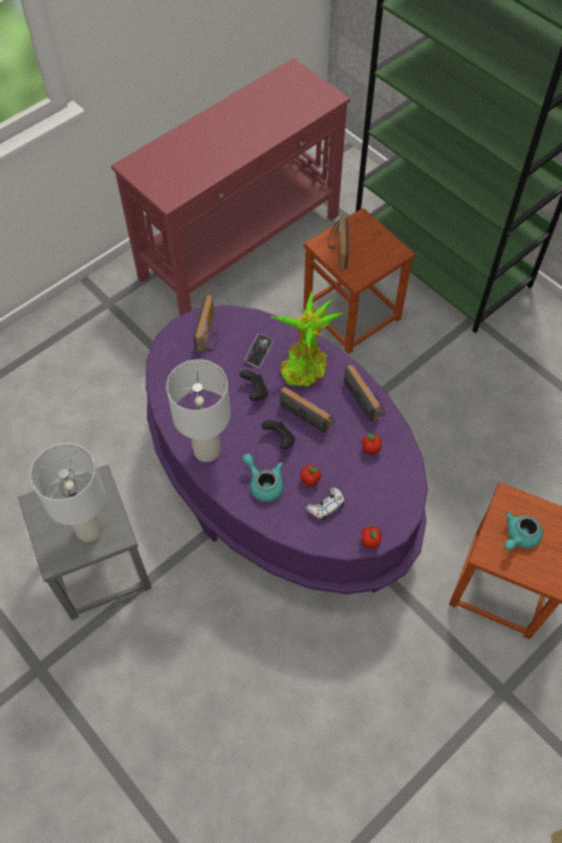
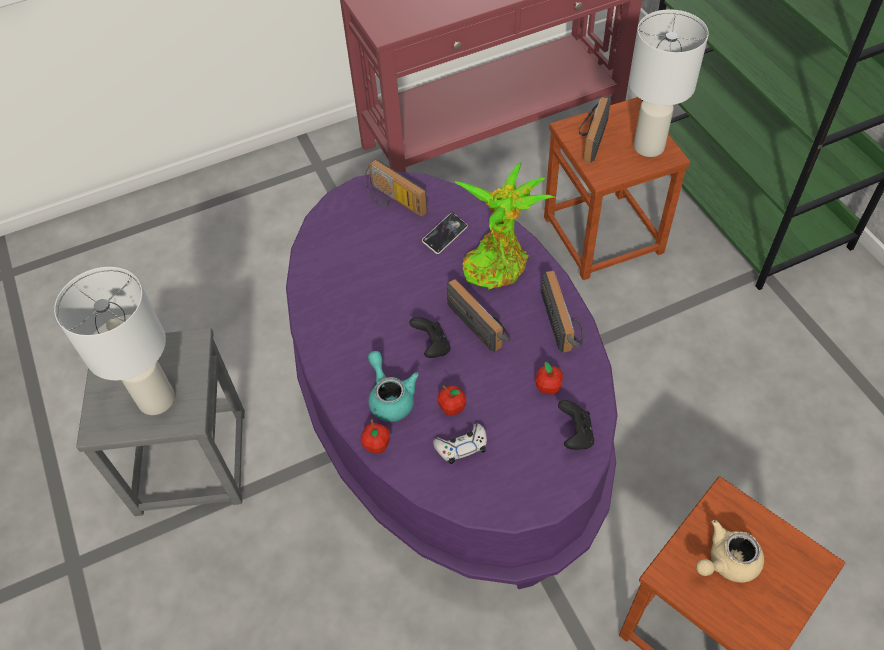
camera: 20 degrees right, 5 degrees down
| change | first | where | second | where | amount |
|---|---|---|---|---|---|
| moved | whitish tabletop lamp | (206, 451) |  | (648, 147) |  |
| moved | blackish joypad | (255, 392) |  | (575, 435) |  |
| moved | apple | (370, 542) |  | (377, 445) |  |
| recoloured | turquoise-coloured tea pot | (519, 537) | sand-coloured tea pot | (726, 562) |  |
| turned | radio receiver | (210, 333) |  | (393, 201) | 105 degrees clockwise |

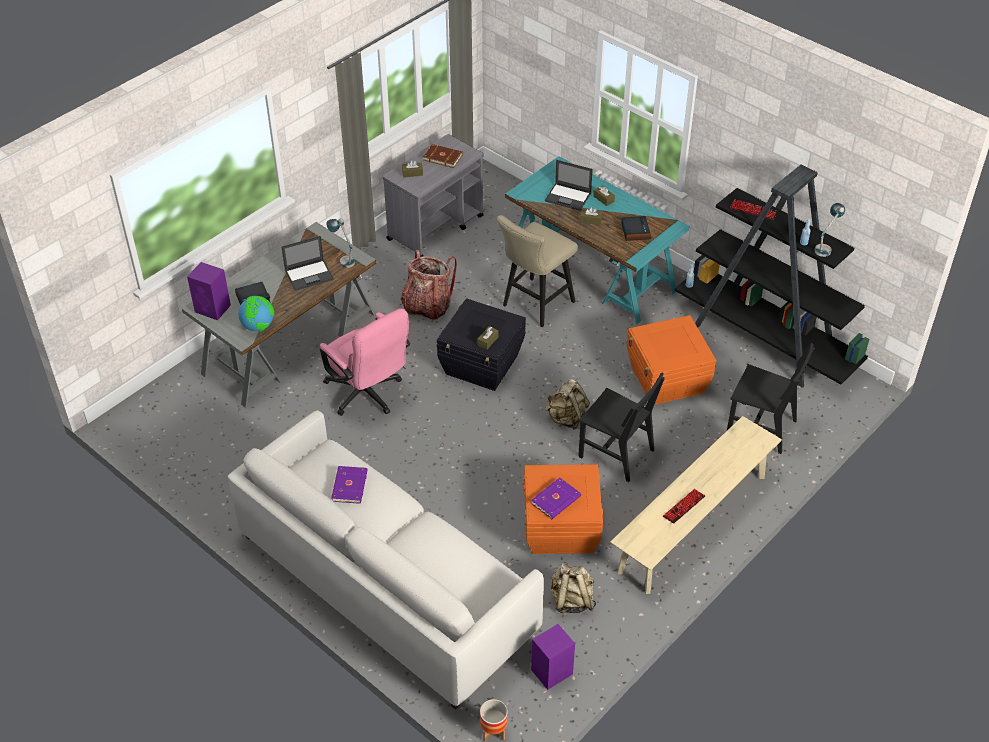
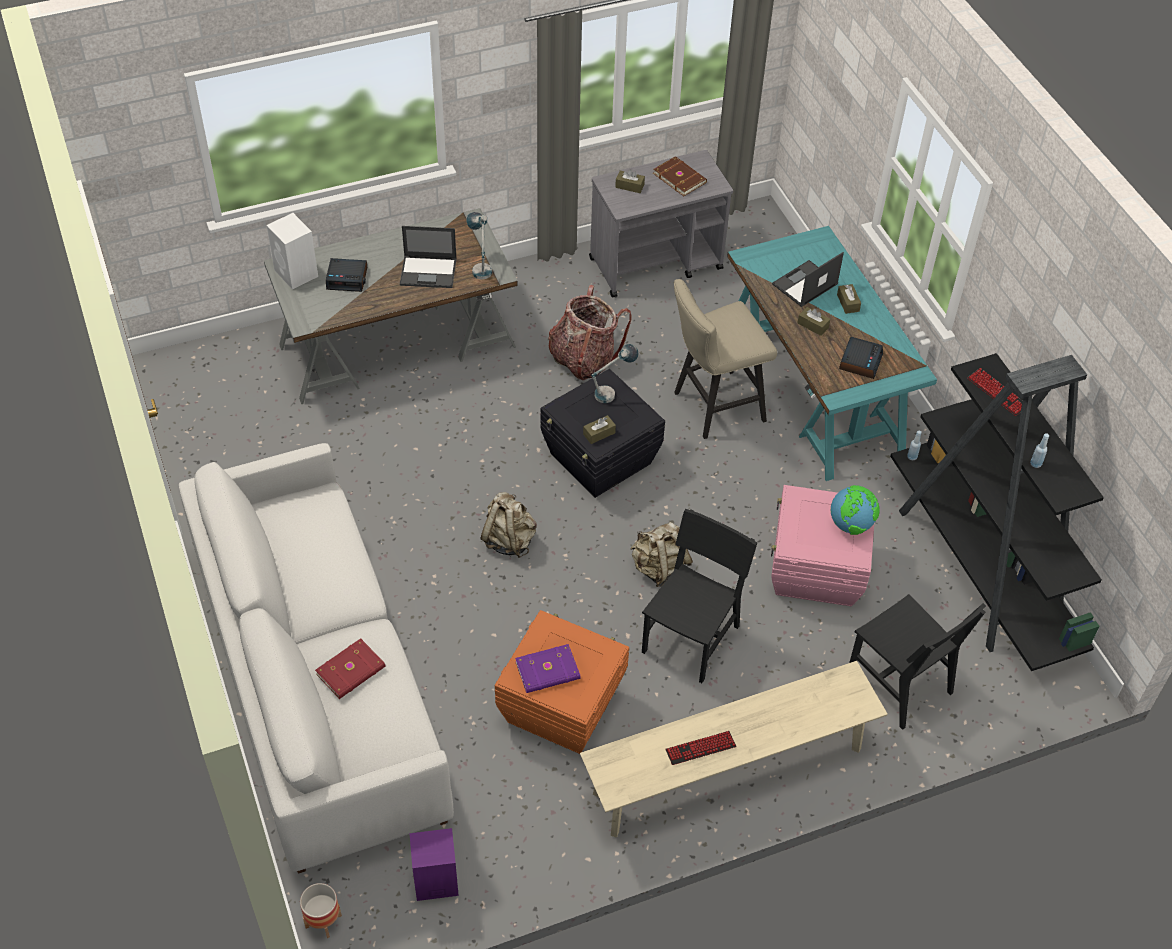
camera: 25 degrees right, 5 degrees up
| change | first | where | second | where | amount |
|---|---|---|---|---|---|
| removed | pink computer chair | (368, 395) |  |  |  |
| removed | purple book | (350, 486) |  |  |  |
| added |  |  | red book | (351, 671) |  |
| moved | world globe | (258, 326) |  | (851, 525) |  |
| moved | sand-coloured backpack | (571, 600) |  | (509, 540) |  |
| moved | tabletop lamp | (825, 247) |  | (612, 392) |  |
| recoloured | purple audio speaker | (213, 309) | whitish audio speaker | (296, 274) |  |
| recoloured | orange-coloured storage box | (666, 381) | pink storage box | (815, 570) |  |
| turned | laptop | (568, 197) |  | (804, 284) | 90 degrees clockwise |
| turned | blackish plain chair | (616, 453) |  | (691, 639) | 120 degrees counterclockwise |

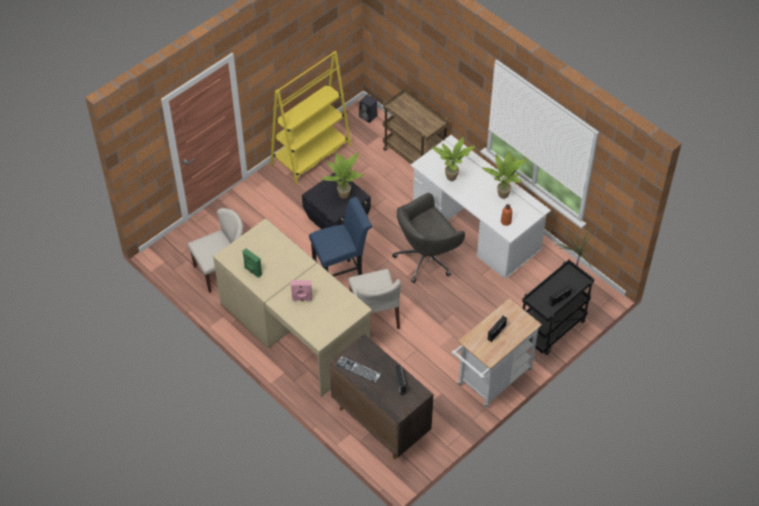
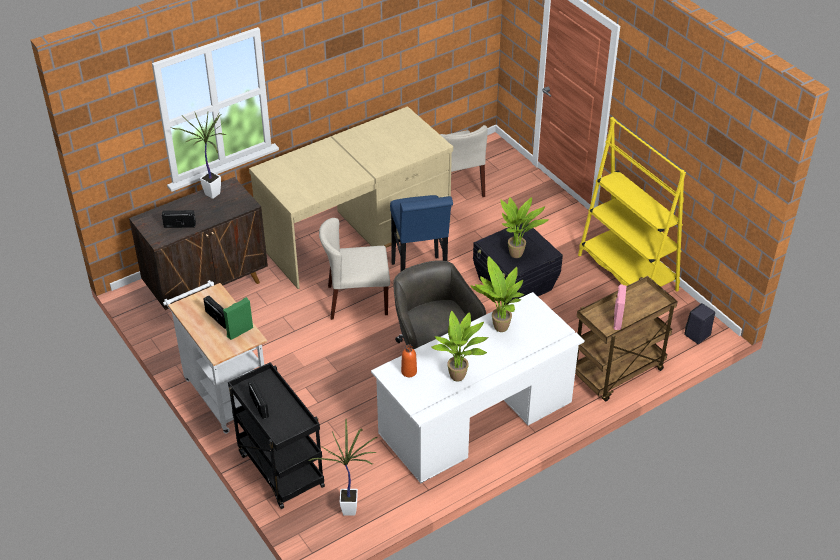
camera: 100 degrees right, 10 degrees down
| change | first | where | second | where | amount |
|---|---|---|---|---|---|
| moved | green-coloured audio speaker | (252, 271) |  | (239, 331) |  |
| moved | pink audio speaker | (302, 299) |  | (617, 320) |  |
| replaced | computer keyboard | (358, 369) | potted plant | (213, 196) |  |

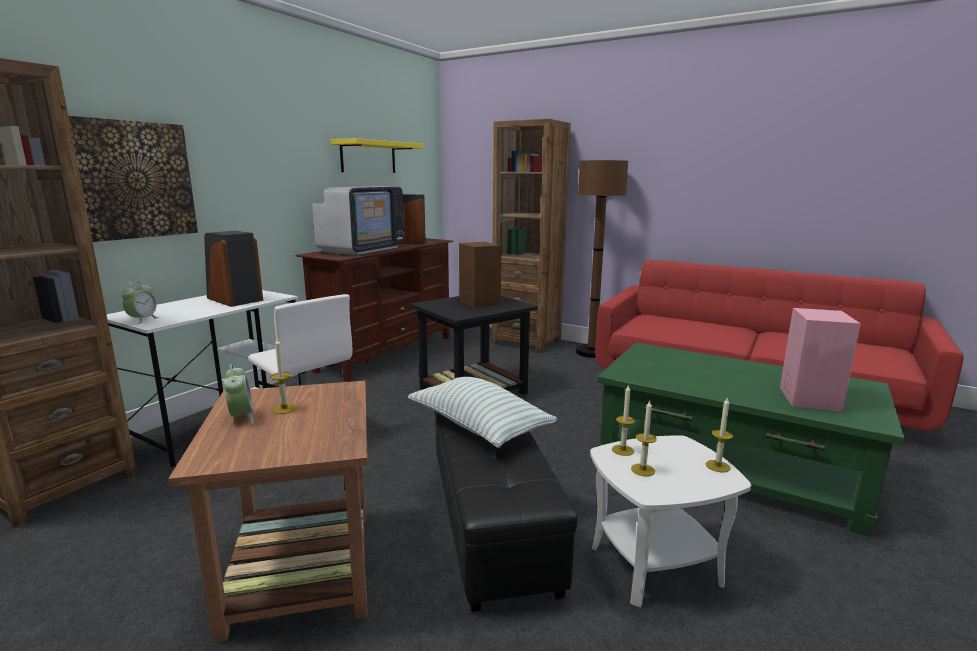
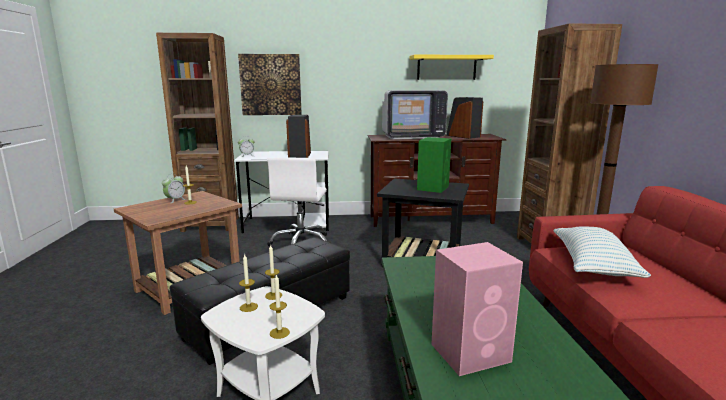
camera: 55 degrees right, 0 degrees up
| change | first | where | second | where | amount |
|---|---|---|---|---|---|
| moved | cushion | (479, 426) |  | (593, 265) |  |
| recoloured | brown-coloured audio speaker | (479, 302) | green-coloured audio speaker | (433, 188) |  |

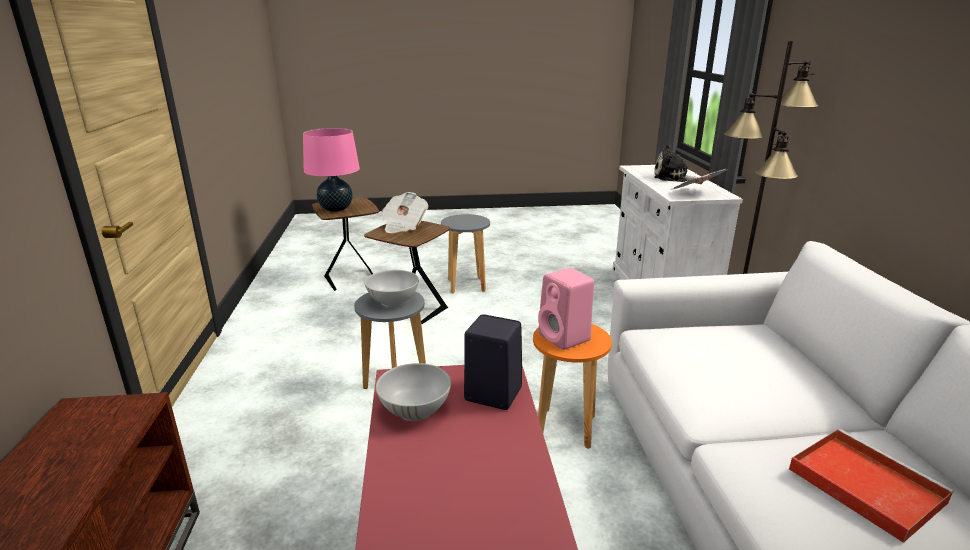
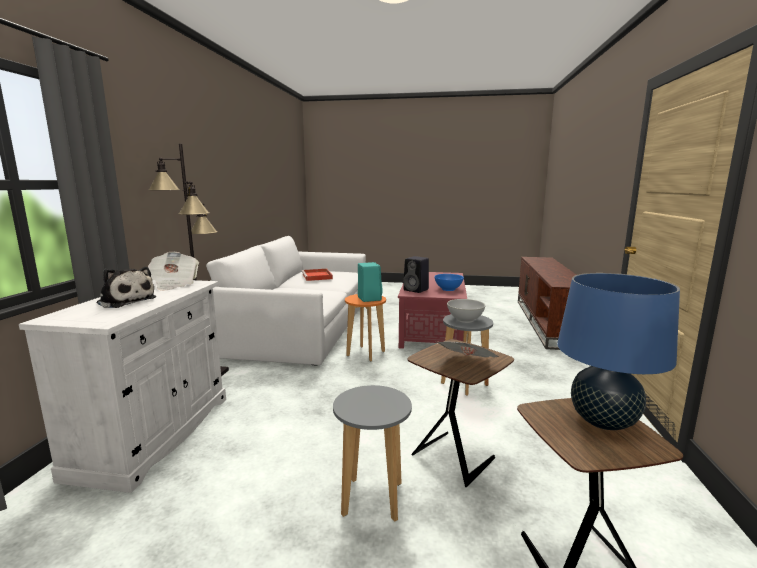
camera: 165 degrees left, 10 degrees down
| change | first | where | second | where | amount |
|---|---|---|---|---|---|
| recoloured | pink tabletop lamp | (336, 209) | blue tabletop lamp | (603, 421) |  |
| recoloured | whitish serving bowl | (415, 410) | blue serving bowl | (448, 289) |  |
| recoloured | pink audio speaker | (565, 338) | turquoise-coloured audio speaker | (369, 298) |  |

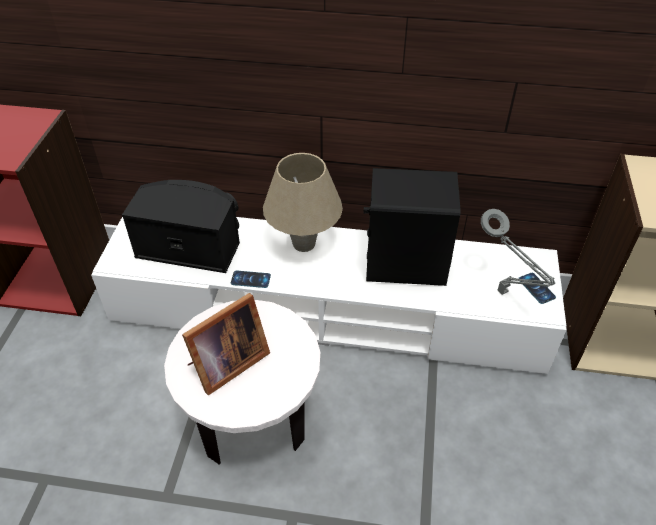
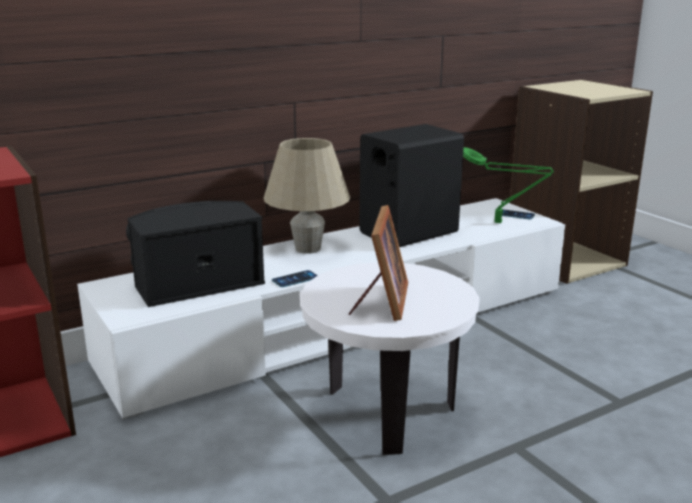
camera: 40 degrees left, 25 degrees down
| change | first | where | second | where | amount |
|---|---|---|---|---|---|
| recoloured | greyish tabletop lamp | (504, 294) | green-coloured tabletop lamp | (501, 223) |  |

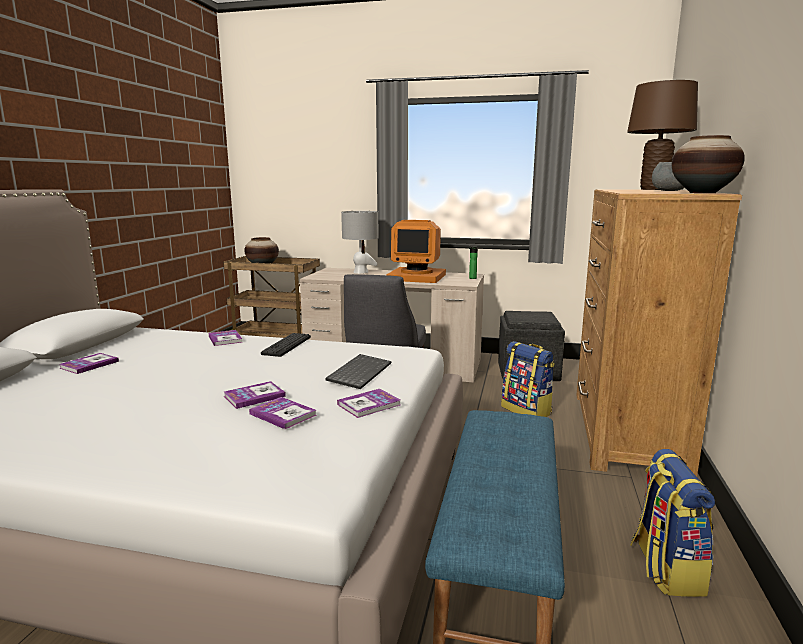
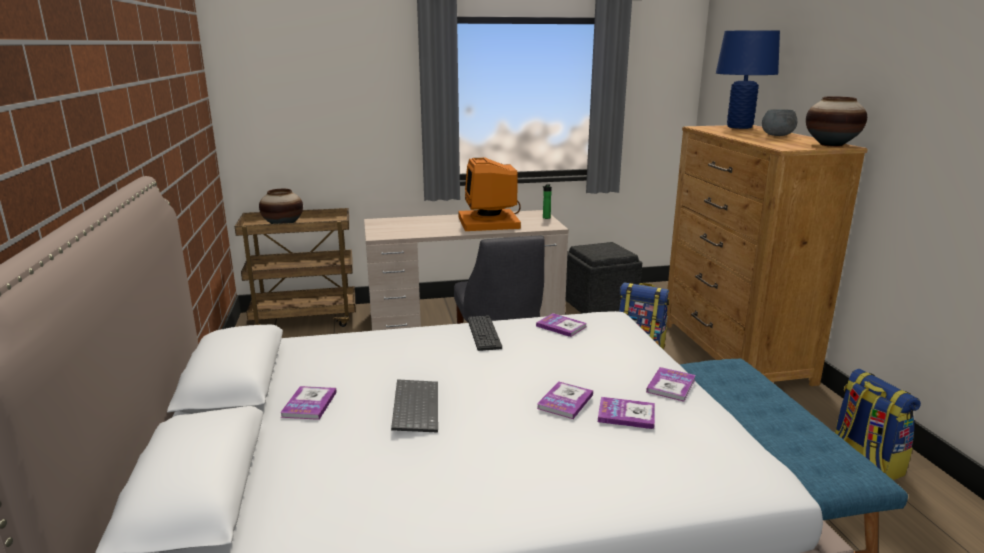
camera: 25 degrees left, 5 degrees up
| change | first | where | second | where | amount |
|---|---|---|---|---|---|
| removed | greyish tabletop lamp | (361, 272) |  |  |  |
| moved | book | (225, 339) |  | (561, 326) |  |
| moved | computer keyboard | (359, 372) |  | (414, 407) |  |
| recoloured | brown-coloured tabletop lamp | (654, 189) | blue tabletop lamp | (739, 127) |  |
| turned | computer screen | (417, 277) |  | (490, 222) | 90 degrees clockwise |

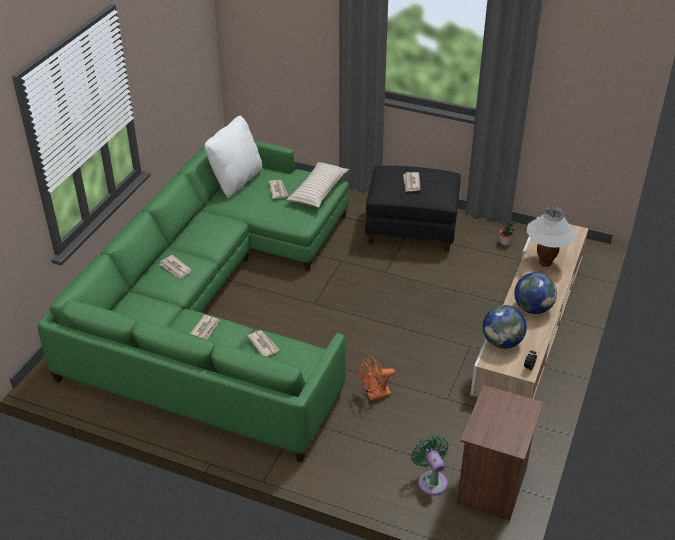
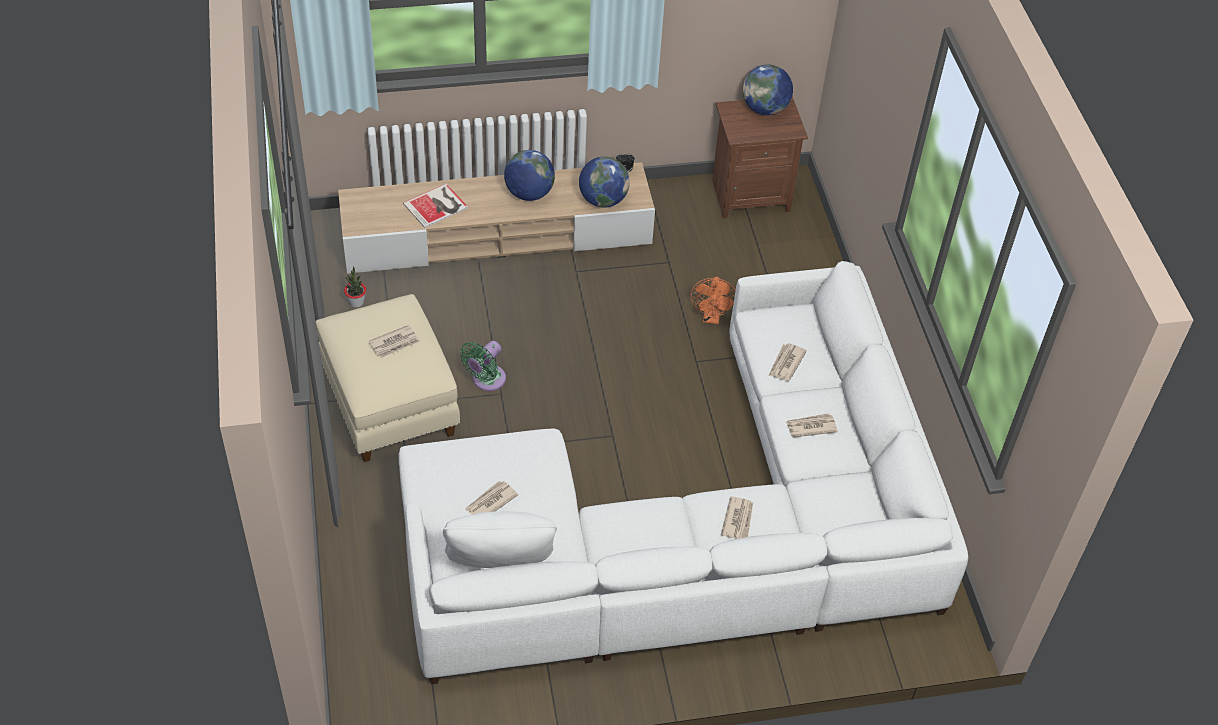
camera: 125 degrees left, 10 degrees up
| change | first | where | second | where | amount |
|---|---|---|---|---|---|
| removed | sand-coloured cushion | (318, 191) |  |  |  |
| added |  |  | world globe | (765, 109) |  |
| moved | green-coloured electric fan | (431, 480) |  | (486, 380) |  |
| replaced | whitish tabletop lamp | (545, 263) | book | (437, 206) |  |
| recoloured | green-coloured settee | (217, 305) | whitish settee | (692, 530) |  |
| recoloured | blackish footrest | (412, 229) | sand-coloured footrest | (388, 404) |  |
| turned | orange-coloured electric fan | (374, 395) |  | (711, 317) | 60 degrees clockwise |

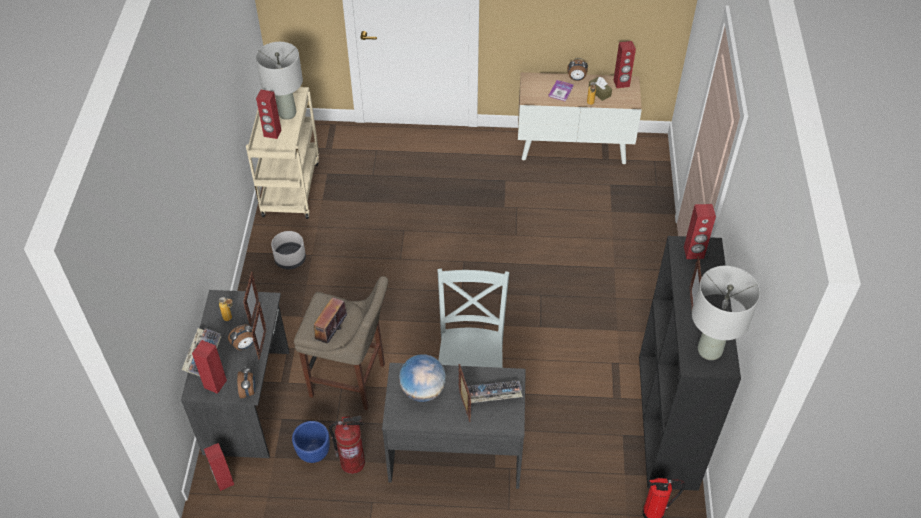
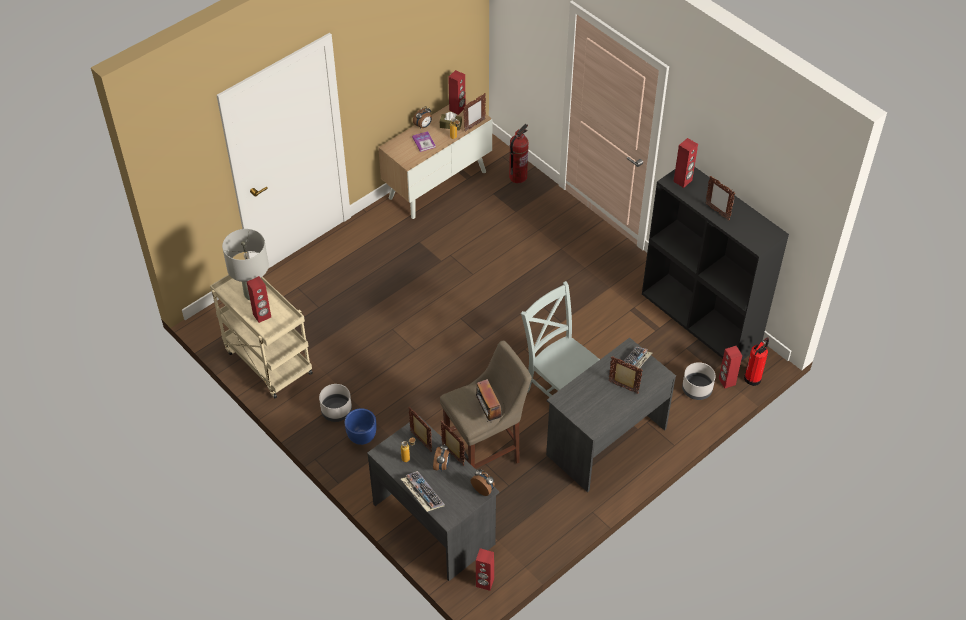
camera: 45 degrees left, 0 degrees up
| change | first | where | second | where | amount |
|---|---|---|---|---|---|
| removed | world globe | (423, 390) |  |  |  |
| removed | greyish tabletop lamp | (710, 351) |  |  |  |
| added |  |  | picture frame | (474, 125) |  |
| added |  |  | greyish flower pot | (697, 389) |  |
| moved | red audio speaker | (215, 384) |  | (726, 381) |  |
| moved | blue flower pot | (313, 453) |  | (361, 437) |  |
| moved | fire-fighting cylinder | (352, 463) |  | (518, 177) |  |

